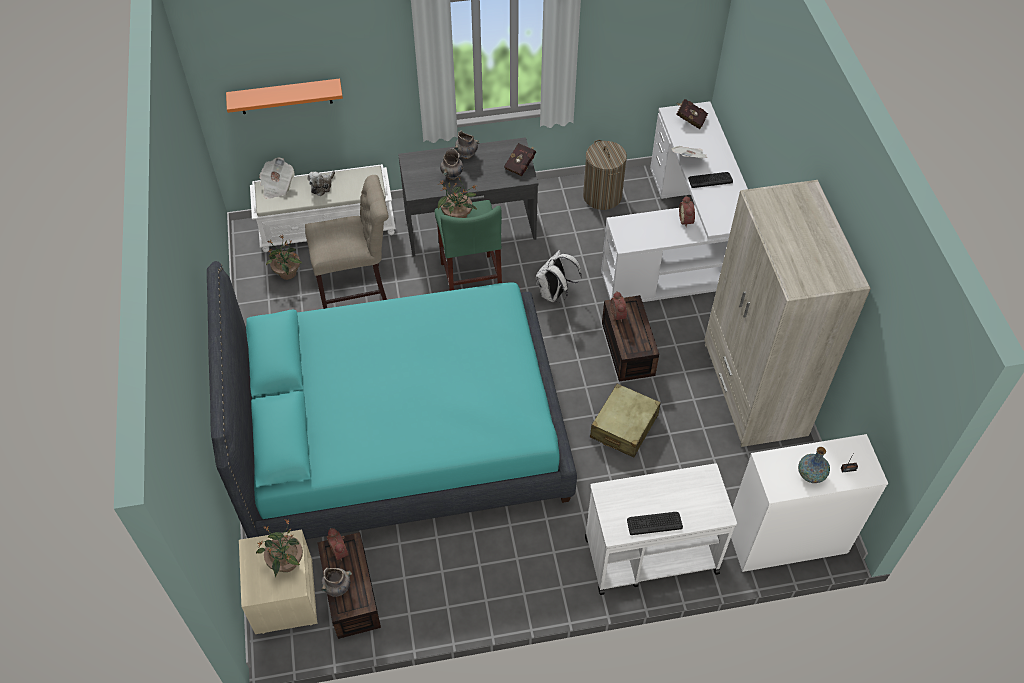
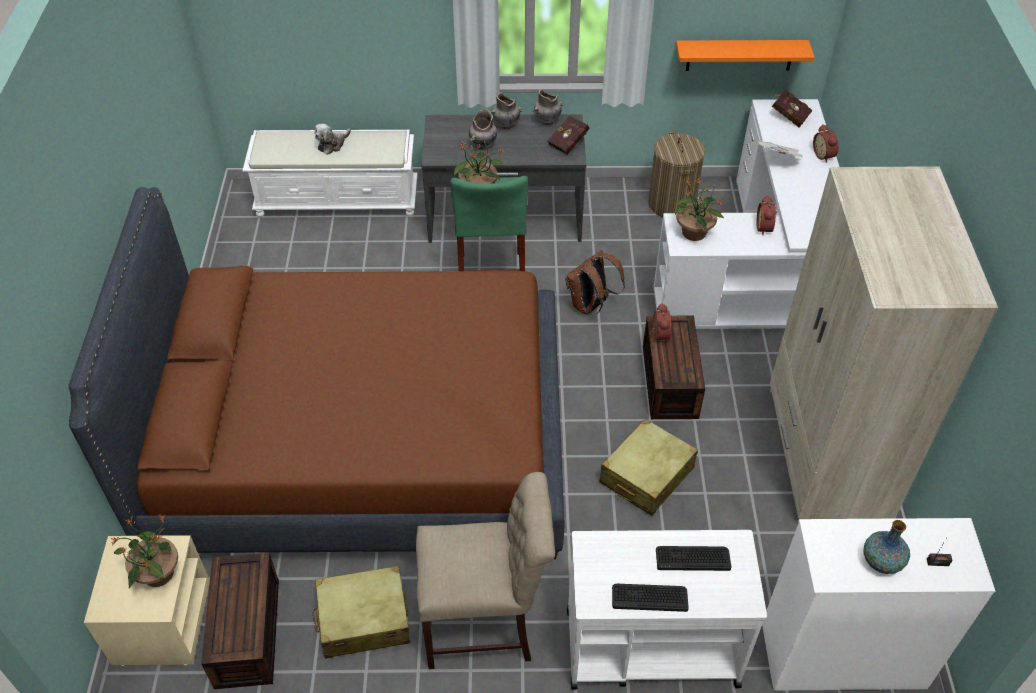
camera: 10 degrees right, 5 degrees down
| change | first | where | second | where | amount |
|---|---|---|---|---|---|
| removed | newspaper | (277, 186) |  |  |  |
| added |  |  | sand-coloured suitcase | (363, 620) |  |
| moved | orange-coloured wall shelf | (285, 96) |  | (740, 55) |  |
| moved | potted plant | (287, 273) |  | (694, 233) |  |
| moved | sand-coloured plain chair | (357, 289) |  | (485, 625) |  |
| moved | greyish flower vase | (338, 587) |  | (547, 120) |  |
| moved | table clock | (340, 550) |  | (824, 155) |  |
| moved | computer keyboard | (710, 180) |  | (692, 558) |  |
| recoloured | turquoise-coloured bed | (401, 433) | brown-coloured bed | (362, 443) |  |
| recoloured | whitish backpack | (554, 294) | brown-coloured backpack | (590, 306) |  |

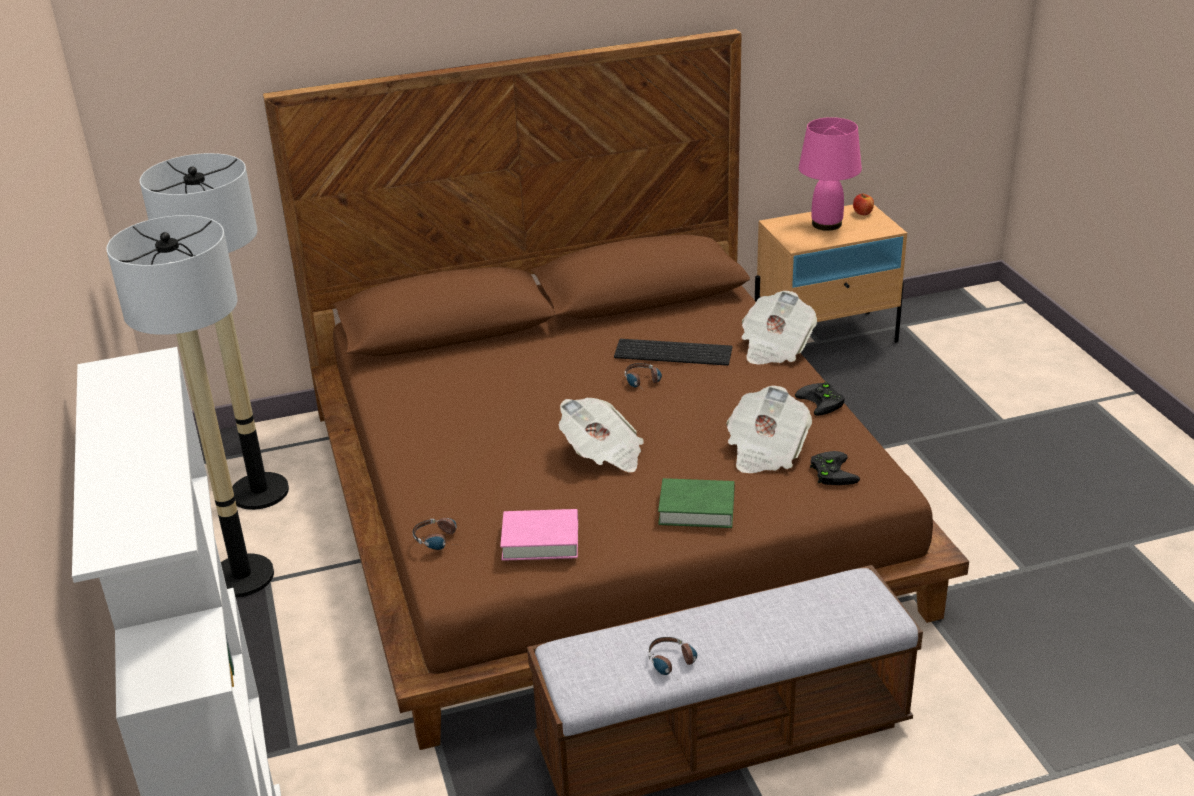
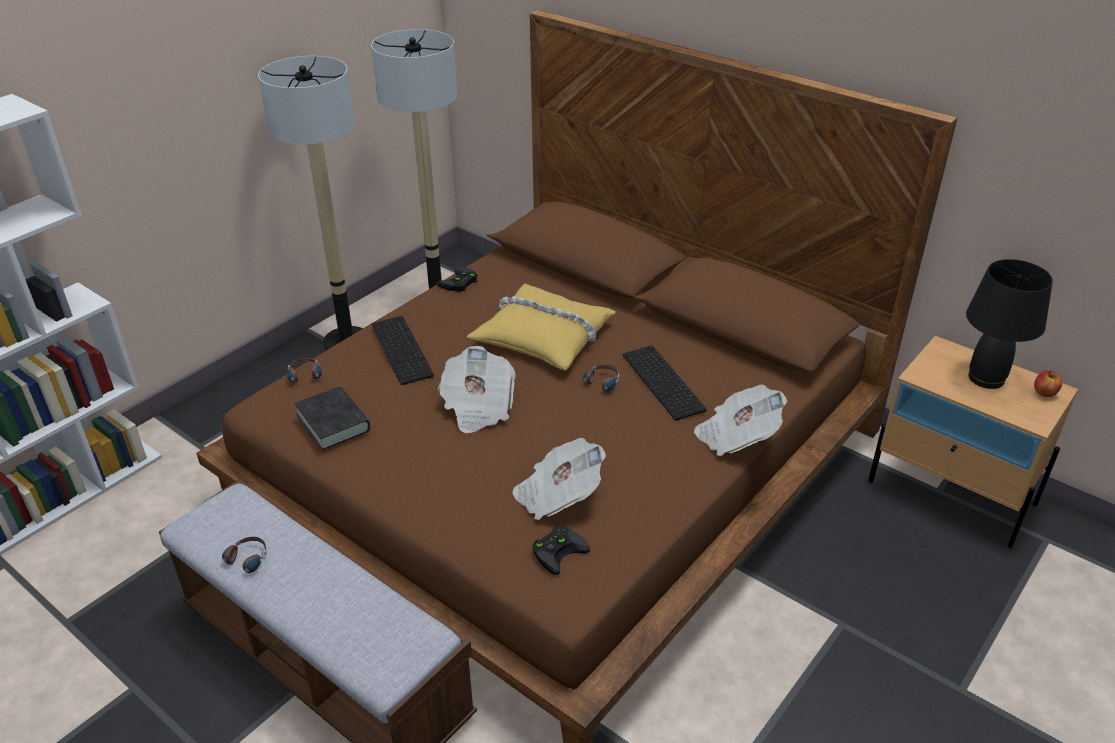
camera: 55 degrees right, 5 degrees up
| change | first | where | second | where | amount |
|---|---|---|---|---|---|
| removed | green-coloured book | (696, 509) |  |  |  |
| added |  |  | computer keyboard | (404, 350) |  |
| added |  |  | yellow-coloured cushion | (544, 336) |  |
| moved | blackish joypad | (823, 402) |  | (459, 283) |  |
| recoloured | pink book | (540, 540) | blackish book | (333, 423) |  |
| recoloured | pink tabletop lamp | (826, 224) | blackish tabletop lamp | (985, 378) |  |

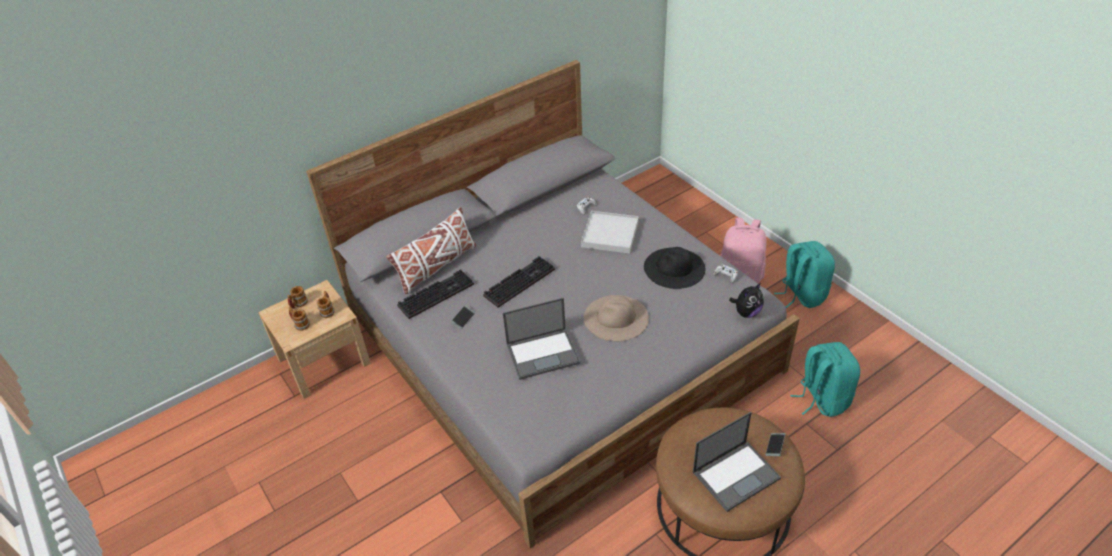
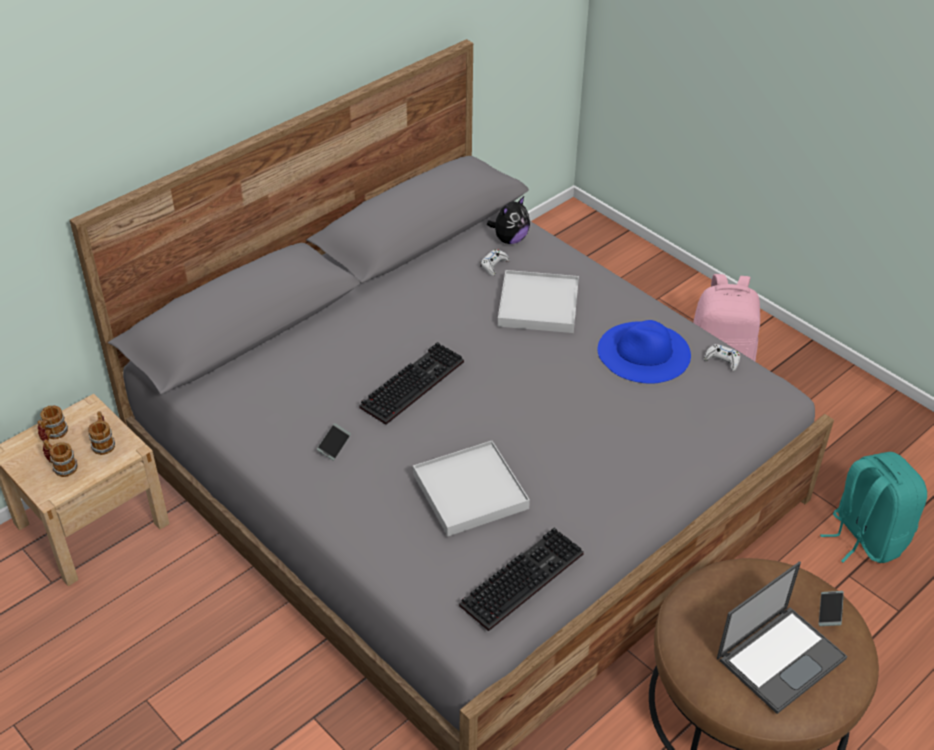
camera: 10 degrees left, 0 degrees up
| change | first | where | second | where | amount |
|---|---|---|---|---|---|
| removed | whitish cushion | (436, 267) |  |  |  |
| removed | sand-coloured hat | (616, 318) |  |  |  |
| removed | turquoise-coloured backpack | (801, 294) |  |  |  |
| moved | computer keyboard | (436, 294) |  | (522, 577) |  |
| moved | cuddly toy | (746, 312) |  | (509, 239) |  |
| replaced | laptop | (543, 353) | whitish carrying tray | (470, 491) |  |
| recoloured | blackish hat | (674, 268) | blue hat | (644, 352) |  |

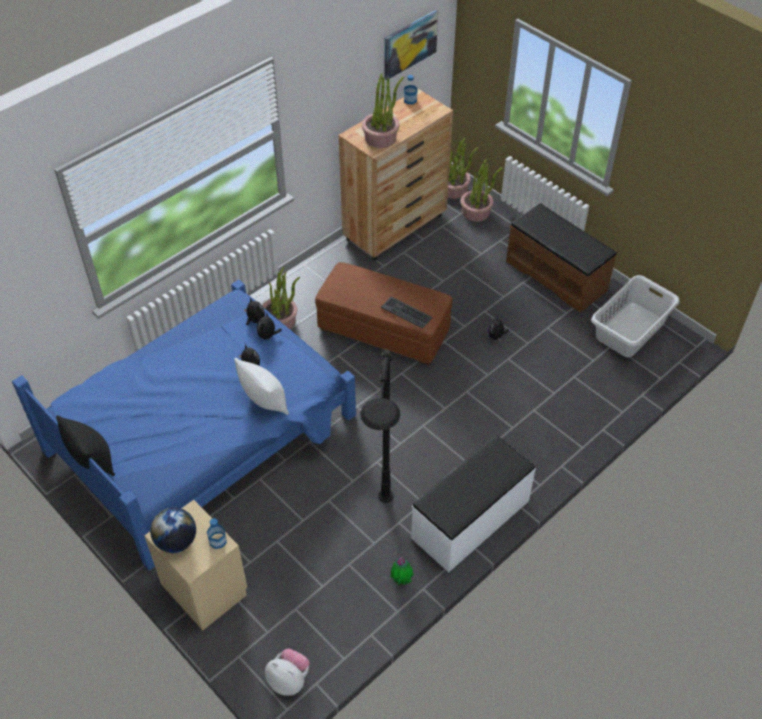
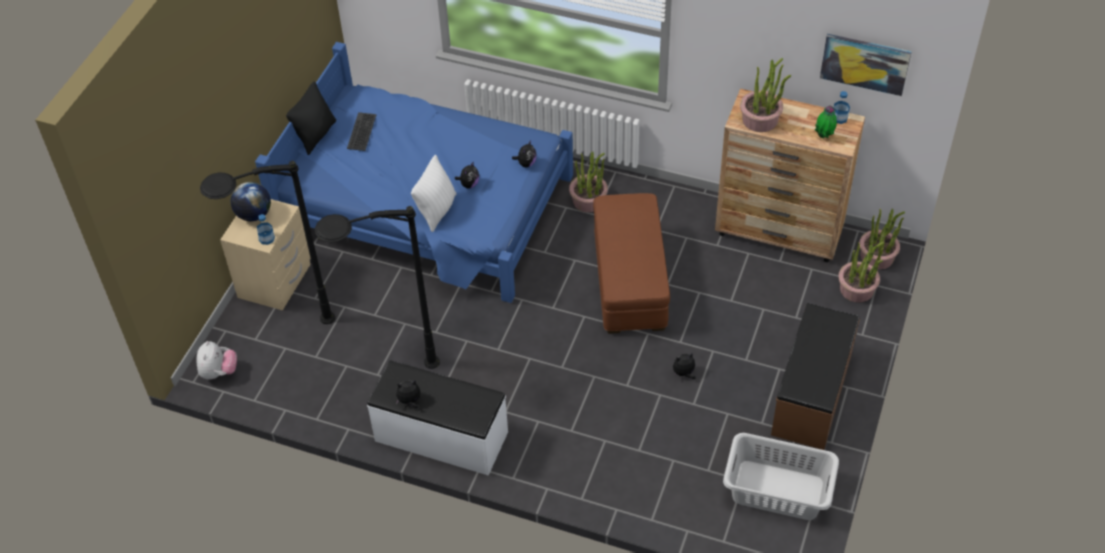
camera: 65 degrees right, 0 degrees up
| change | first | where | second | where | amount |
|---|---|---|---|---|---|
| added |  |  | blackish floor lamp | (282, 336) |  |
| moved | cuddly toy | (268, 336) |  | (409, 401) |  |
| moved | computer keyboard | (406, 312) |  | (362, 132) |  |
| moved | potted plant | (401, 580) |  | (824, 136) |  |

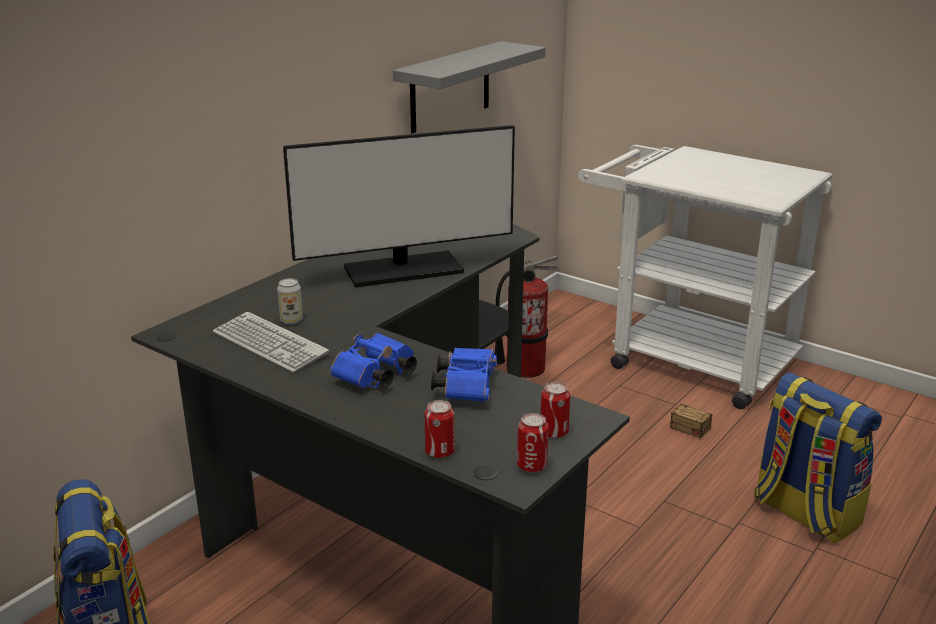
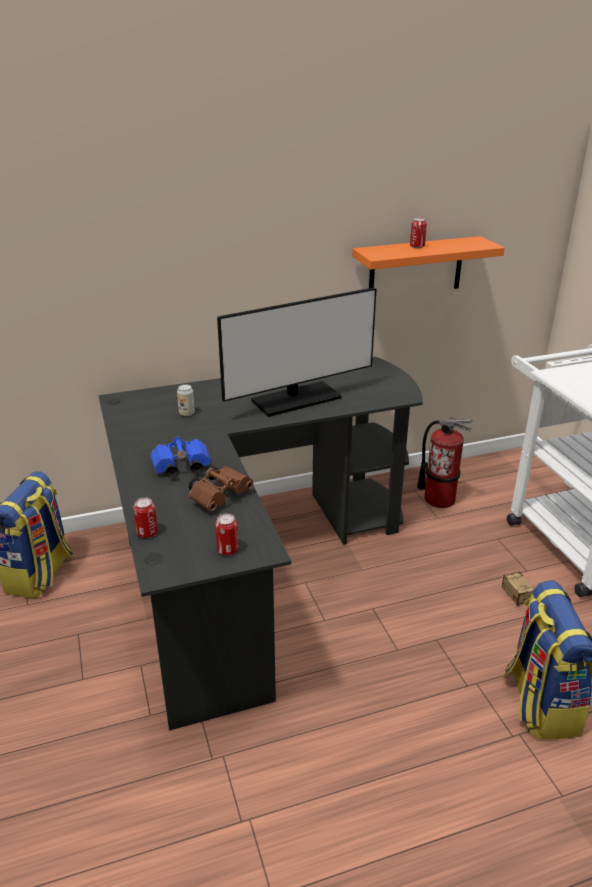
camera: 35 degrees right, 5 degrees up
| change | first | where | second | where | amount |
|---|---|---|---|---|---|
| removed | computer keyboard | (269, 344) |  |  |  |
| moved | metal can | (531, 466) |  | (417, 246) |  |
| recoloured | greyish wall shelf | (450, 87) | orange-coloured wall shelf | (416, 267) |  |
| recoloured | blue pair of binoculars | (466, 387) | brown-coloured pair of binoculars | (221, 496) |  |
| turned | computer screen | (403, 270) |  | (296, 399) | 45 degrees counterclockwise |

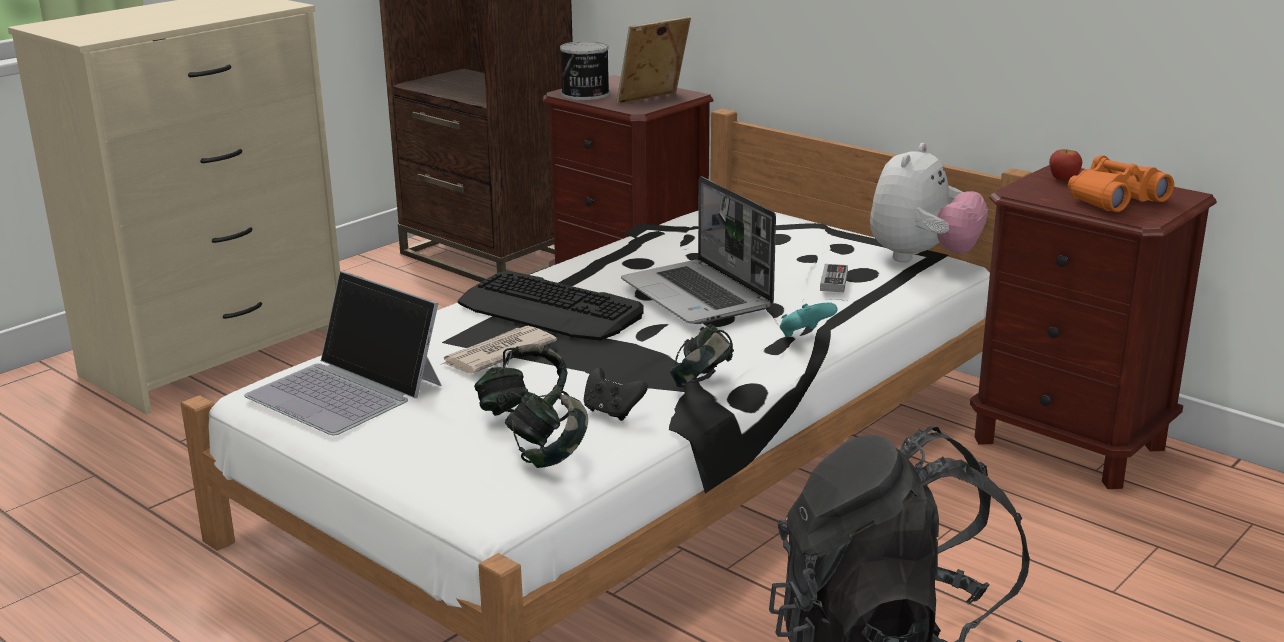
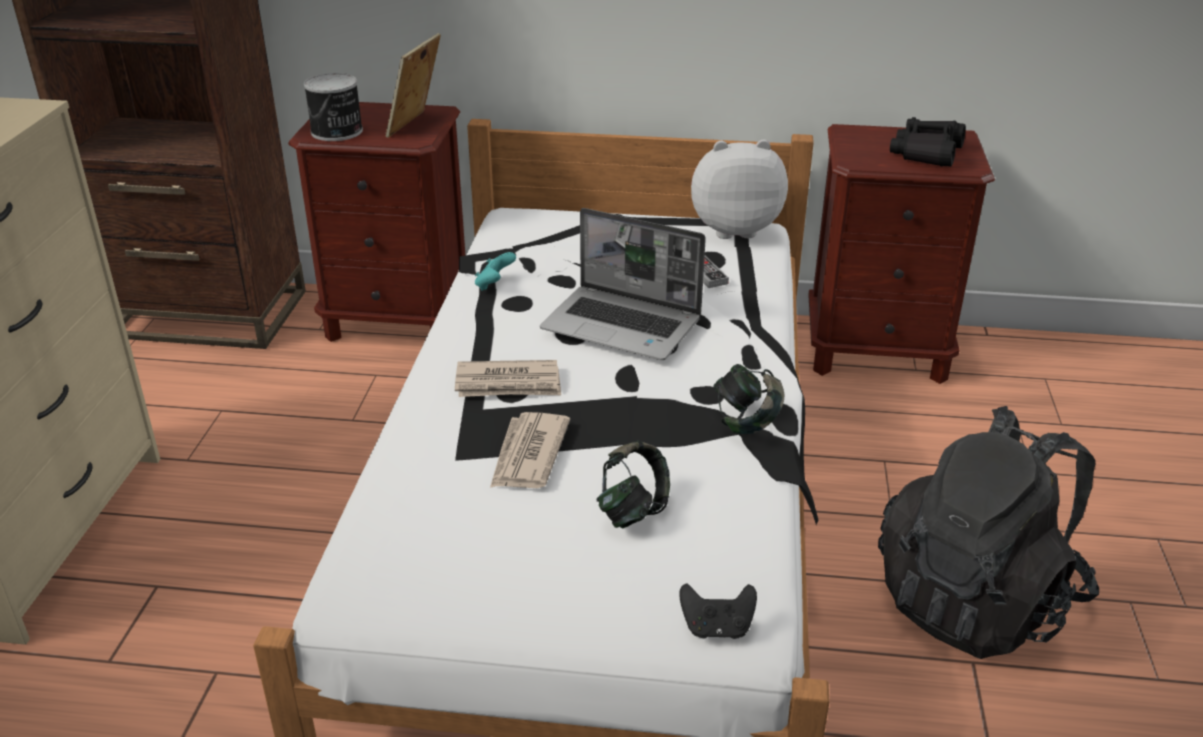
camera: 35 degrees left, 10 degrees up
| change | first | where | second | where | amount |
|---|---|---|---|---|---|
| removed | laptop | (346, 390) |  |  |  |
| removed | pair of headphones | (548, 456) |  |  |  |
| removed | apple | (1063, 179) |  |  |  |
| moved | blackish joypad | (612, 412) |  | (716, 628) |  |
| moved | turquoise-coloured joypad | (804, 336) |  | (494, 285) |  |
| replaced | computer keyboard | (550, 309) | newspaper | (509, 384) |  |
| recoloured | orange-coloured pair of binoculars | (1114, 200) | blackish pair of binoculars | (926, 153) |  |
| turned | cuddly toy | (922, 258) |  | (733, 229) | 90 degrees counterclockwise |

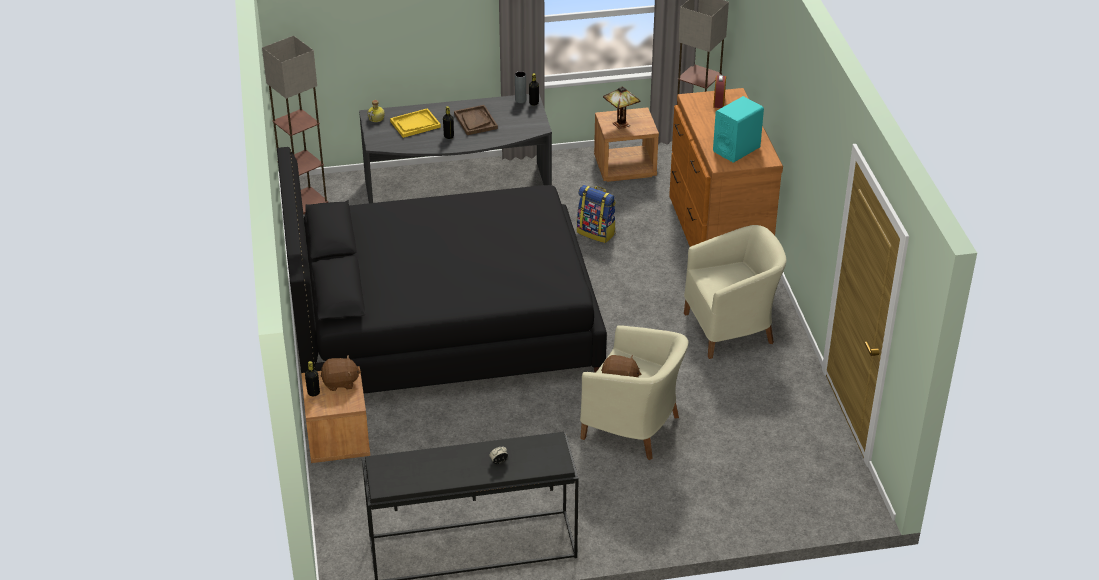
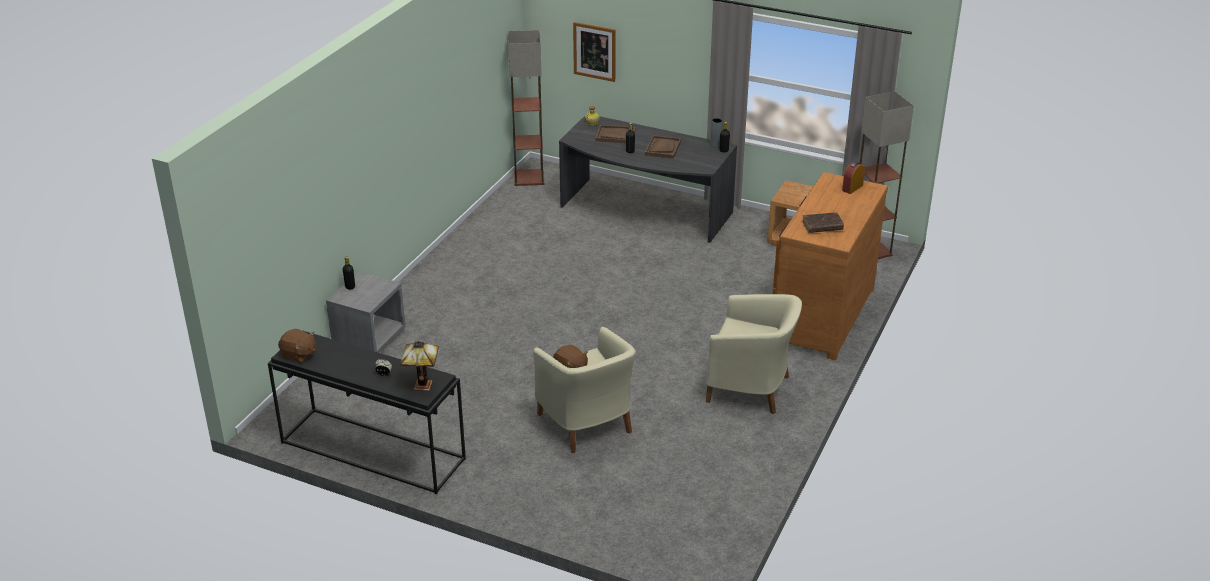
camera: 35 degrees right, 5 degrees down
| change | first | where | second | where | amount |
|---|---|---|---|---|---|
| removed | blackish bed | (443, 326) |  |  |  |
| removed | backpack | (596, 232) |  |  |  |
| added |  |  | wall picture | (594, 51) |  |
| moved | brown-coloured cuddly toy | (340, 383) |  | (299, 355) |  |
| moved | tabletop lamp | (620, 125) |  | (421, 386) |  |
| replaced | turquoise-coloured audio speaker | (736, 149) | brown-coloured book | (822, 226) |  |
| recoloured | brown-coloured bedside table | (338, 439) | greyish bedside table | (369, 338) |  |
| recoloured | yellow-coloured carrying tray | (415, 124) | brown-coloured carrying tray | (615, 135) |  |

